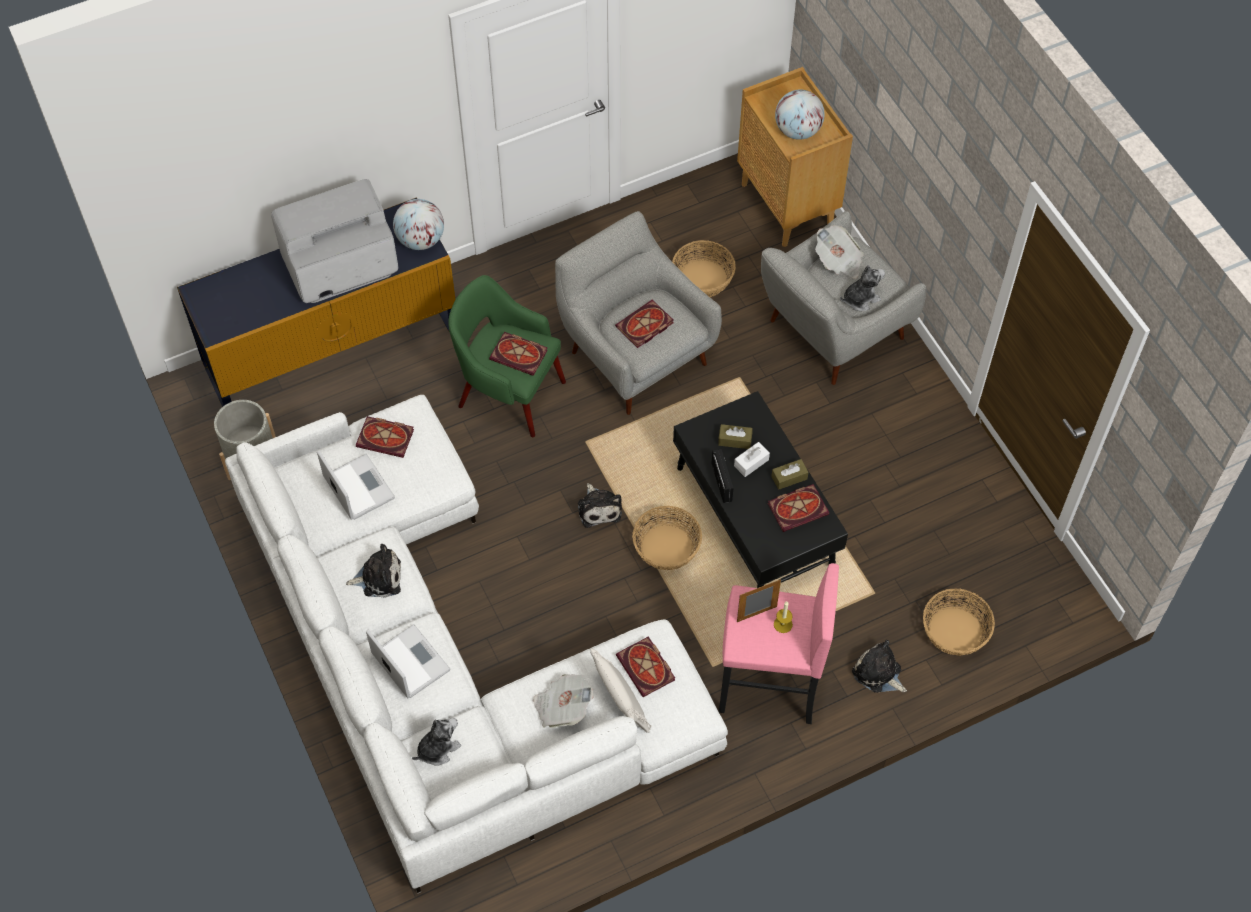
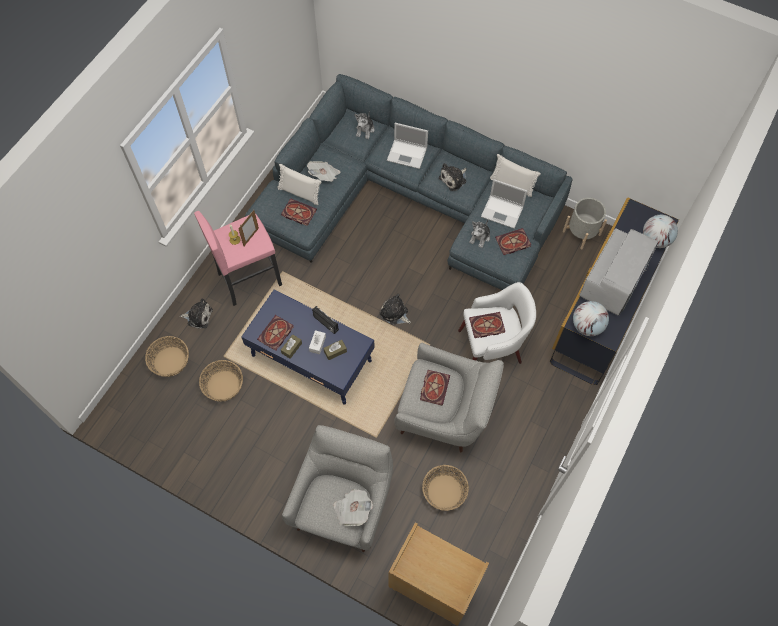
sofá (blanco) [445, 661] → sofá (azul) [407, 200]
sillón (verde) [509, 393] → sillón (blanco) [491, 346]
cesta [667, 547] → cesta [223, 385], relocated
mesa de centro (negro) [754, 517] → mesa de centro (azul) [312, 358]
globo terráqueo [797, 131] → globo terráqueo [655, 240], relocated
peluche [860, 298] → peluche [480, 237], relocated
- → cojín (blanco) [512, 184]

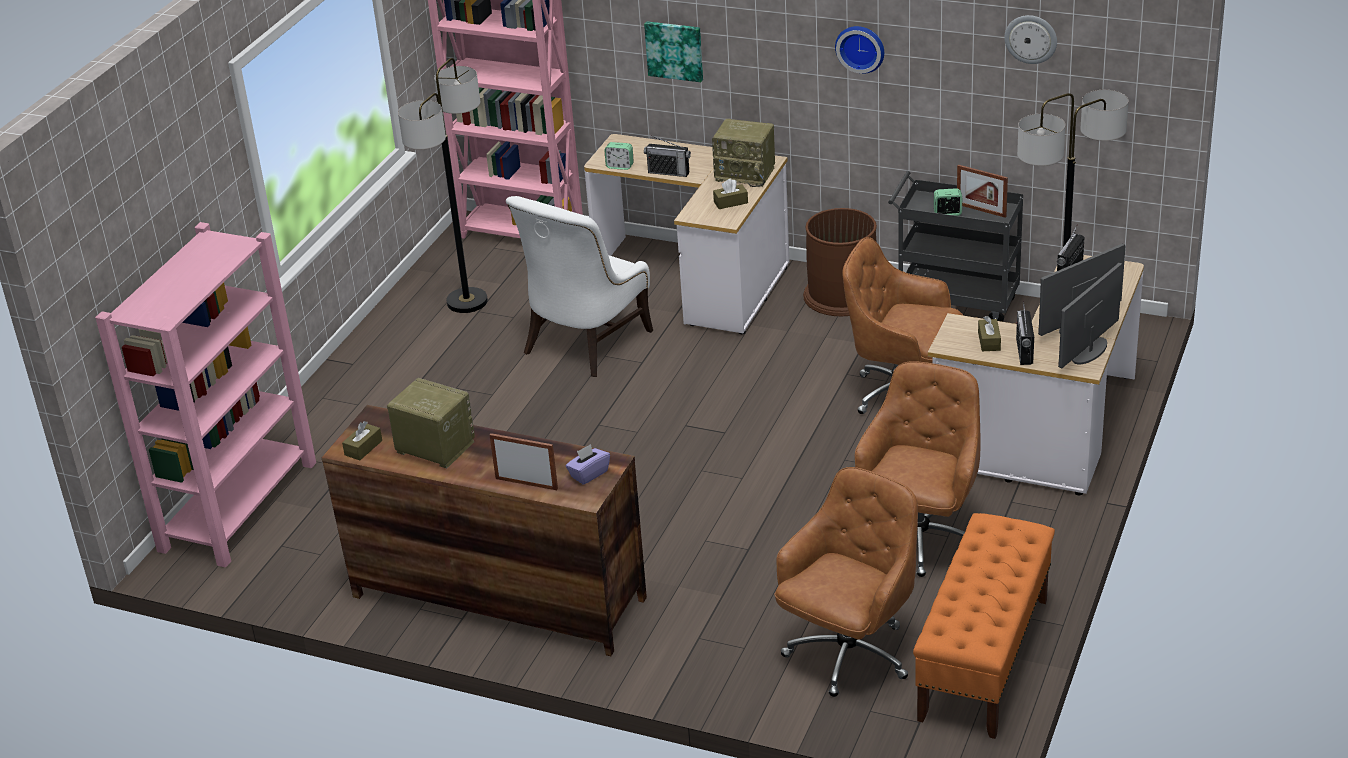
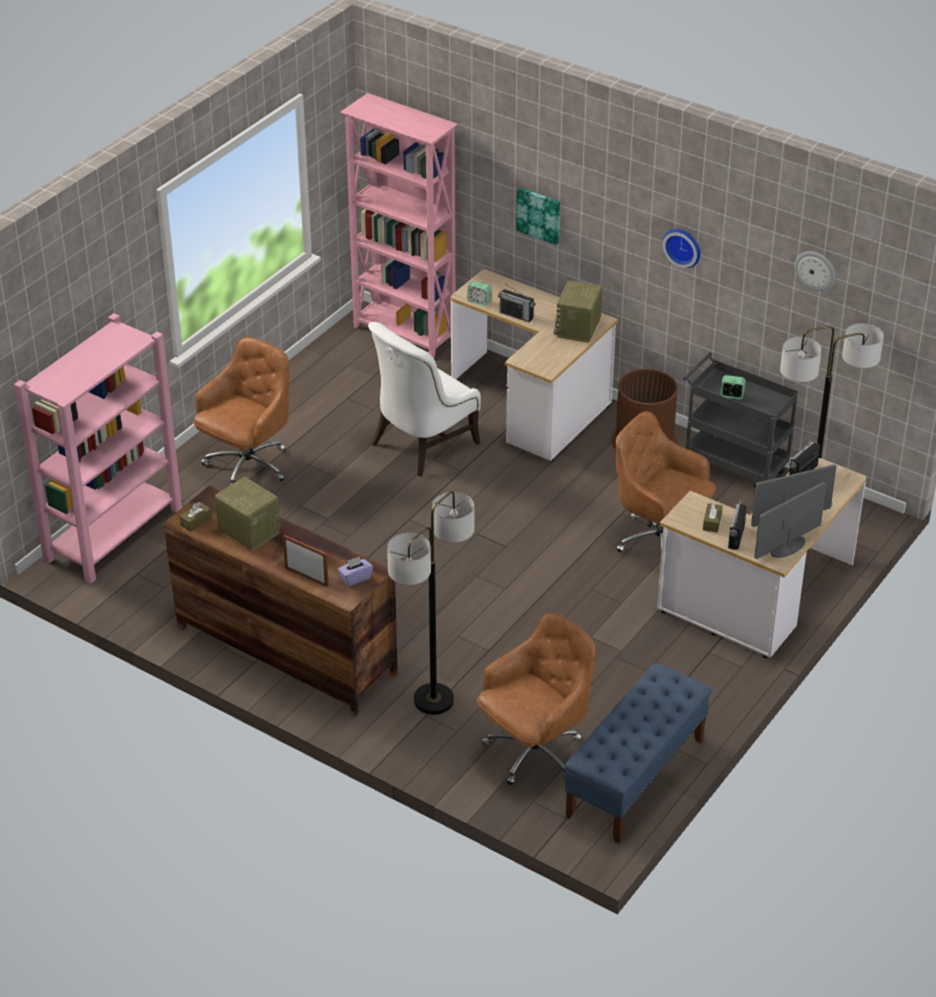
lámpara de pie [467, 302] → lámpara de pie [433, 700], relocated
radio [746, 174] → radio [578, 329], 75 degrees clockwise
caja de pañuelos (marrón) [730, 202] → -
silla de oficina (marrón) [920, 538] → silla de oficina (marrón) [248, 464], relocated
banco (naranja) [984, 659] → banco (azul) [635, 779]
portarretratos [981, 210] → -

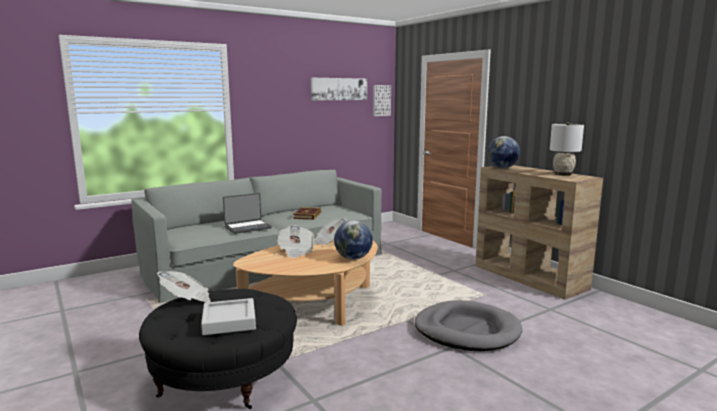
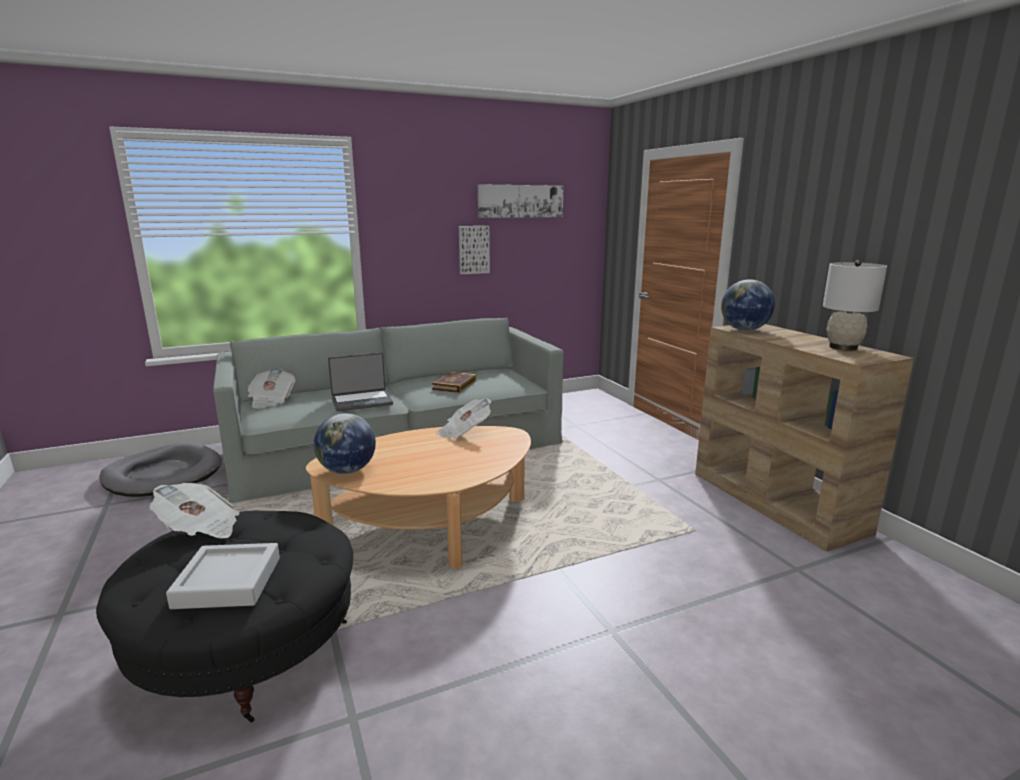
periódico [296, 251] → periódico [271, 400], relocated
globo terráqueo [353, 258] → globo terráqueo [347, 470], relocated
cuadro [381, 100] → cuadro [473, 249], relocated
cama para perro (gris) [467, 330] → cama para perro (gris) [163, 475], relocated

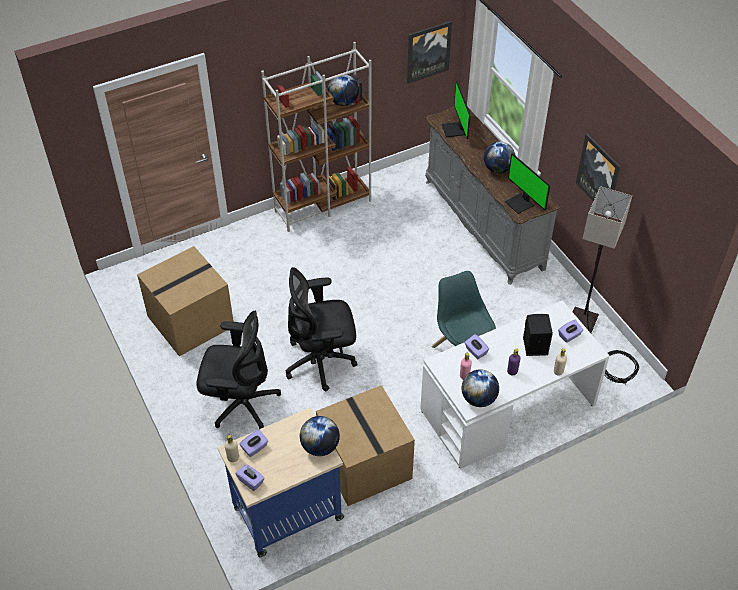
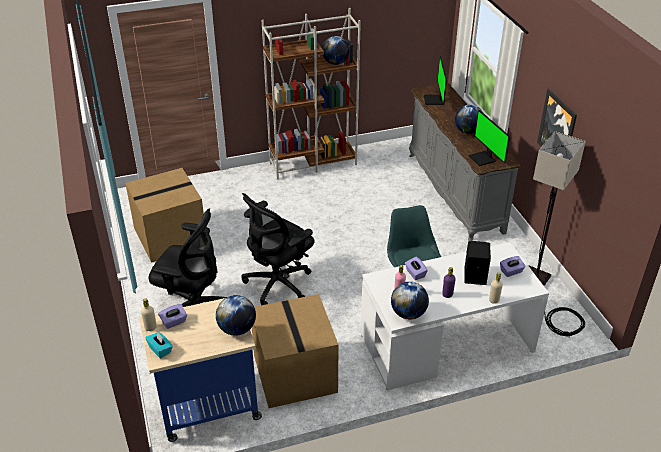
caja de pañuelos (morado) [251, 481] → caja de pañuelos (turquesa) [160, 349]
silla de oficina (negro) [323, 359] → silla de oficina (negro) [280, 281], 45 degrees counterclockwise
cuadro [428, 51] → -

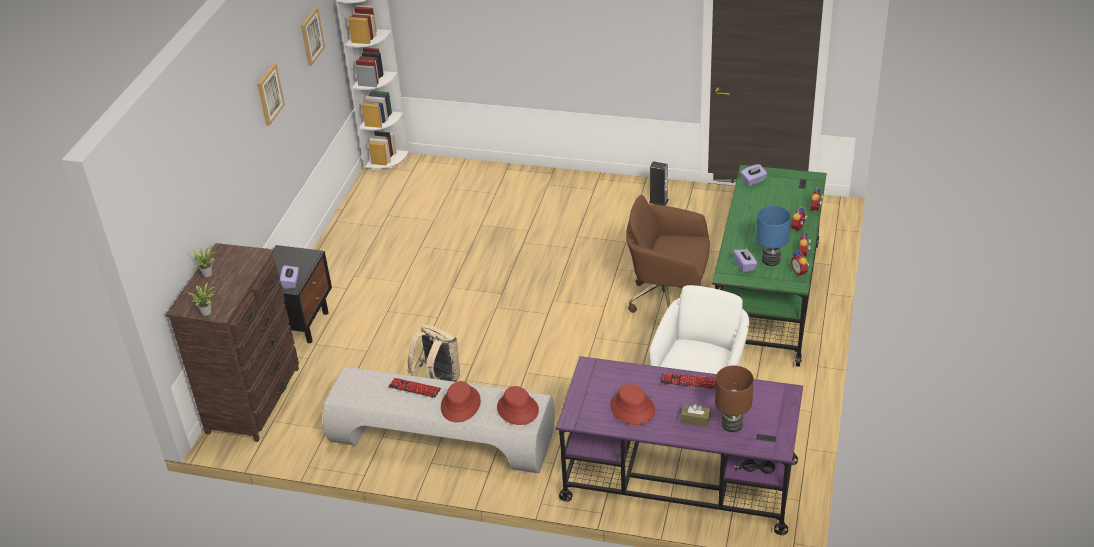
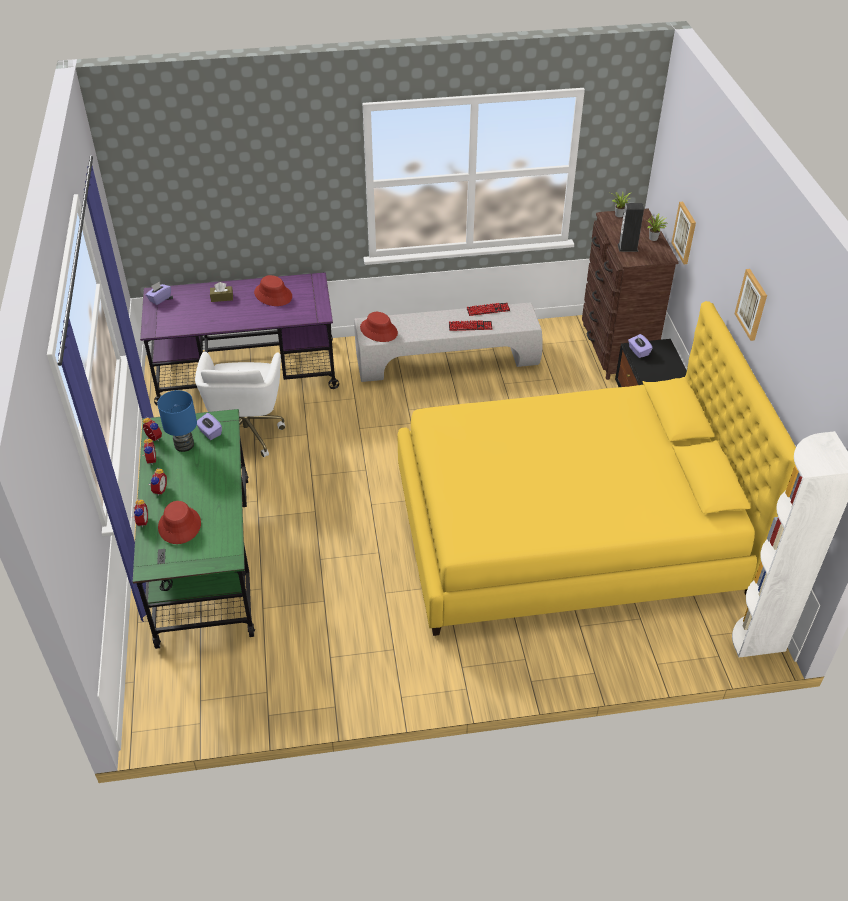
cuadro [311, 36] → cuadro [685, 232], relocated
mochila (beis) [439, 379] → -
sombrero (rojo) [461, 404] → sombrero (rojo) [179, 525], relocated
silla de oficina (marrón) [668, 301] → -
altavoz [658, 201] → altavoz [627, 248], relocated
teclado [688, 382] → teclado [488, 310], relocated
lámpara de mesa (marrón) [732, 424] → -
caja de pañuelos (morado) [753, 181] → caja de pañuelos (morado) [159, 299], relocated
- → cama (amarillo) [568, 530]

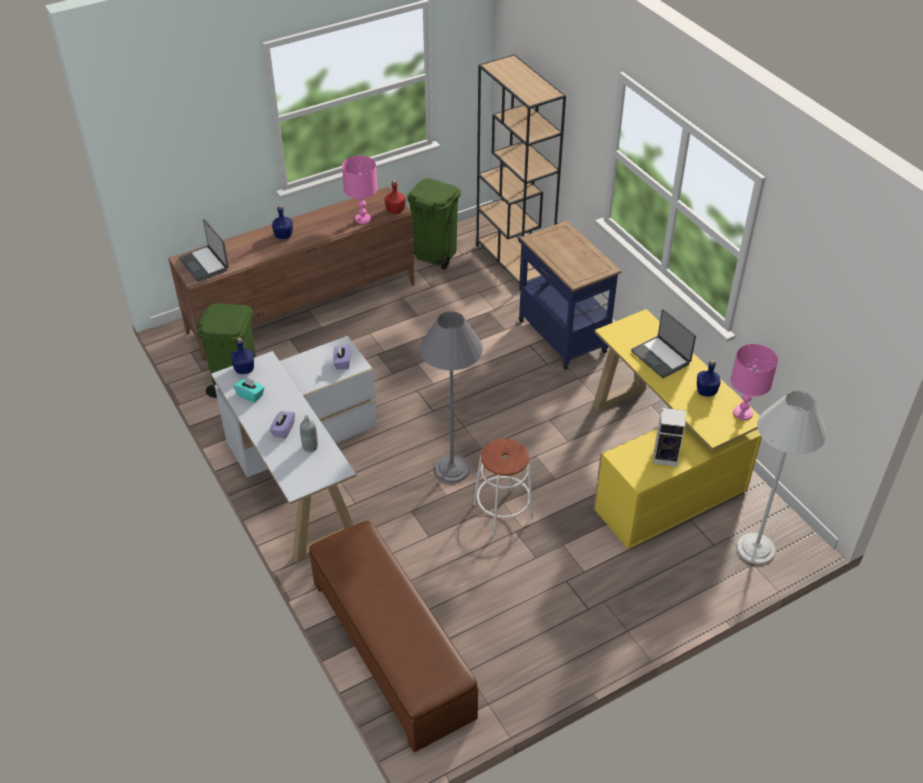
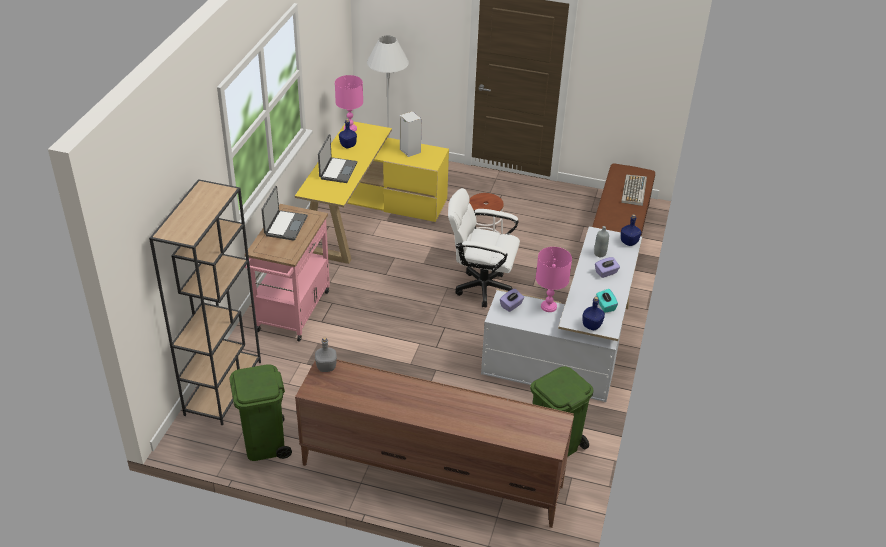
portátil [205, 264] → portátil [285, 226], relocated
botella (azul) [284, 236] → botella (azul) [629, 242], relocated
lámpara de mesa (rosa) [362, 219] → lámpara de mesa (rosa) [549, 306], relocated
botella (rojo) [395, 210] → botella (gris) [326, 367]
lámpara de pie (gris) [452, 469] → silla de oficina (blanco) [480, 289]
carrito (azul) [560, 335] → carrito (rosa) [292, 313]
- → teclado [634, 191]

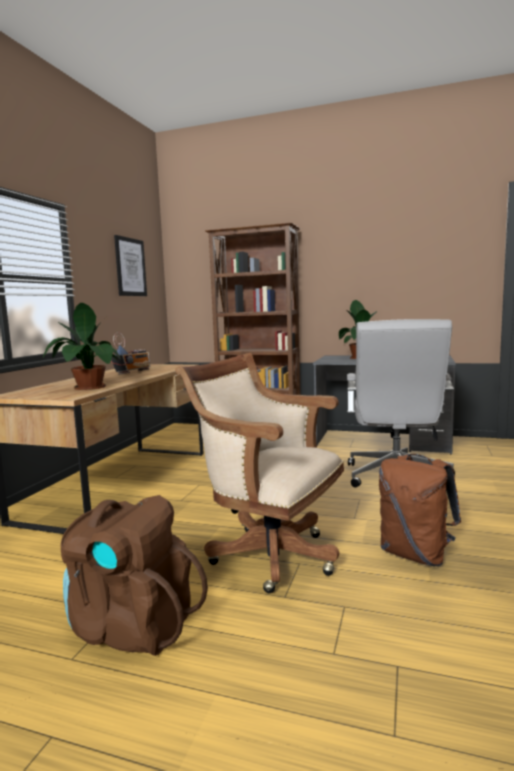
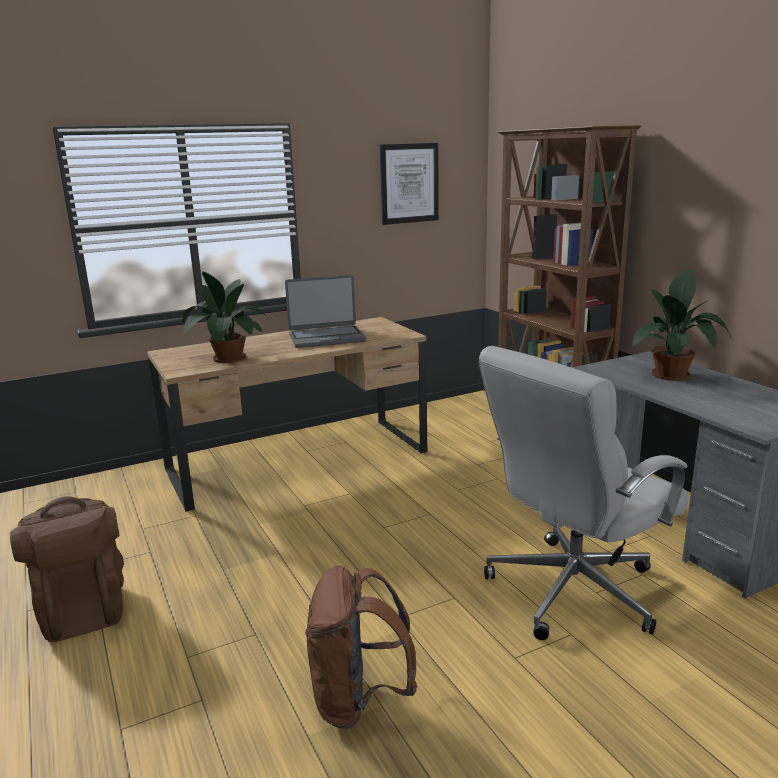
radio [133, 372] → portátil [326, 338]
silla de oficina [268, 556] → -

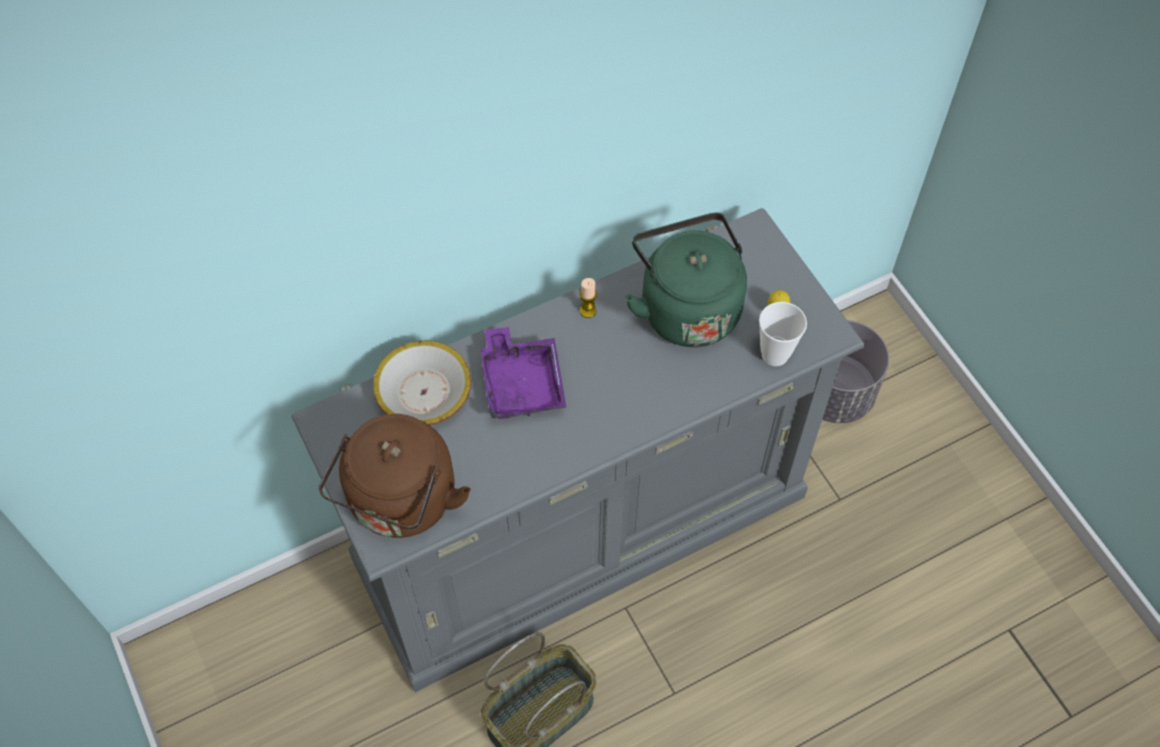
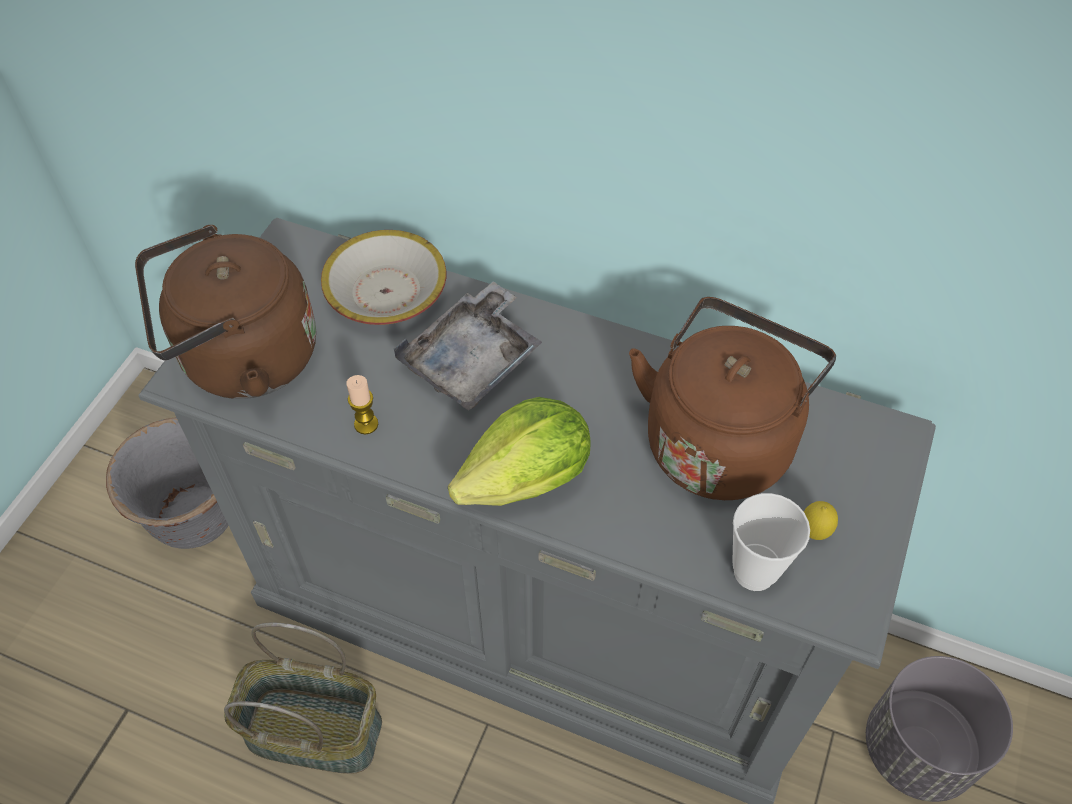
bandeja (morado) [522, 383] → bandeja (gris) [473, 361]
vela [588, 311] → vela [366, 424], relocated
hervidor (verde) [686, 307] → hervidor (marrón) [720, 439]
- → maceta (gris) [197, 519]
- → lechuga [527, 480]

